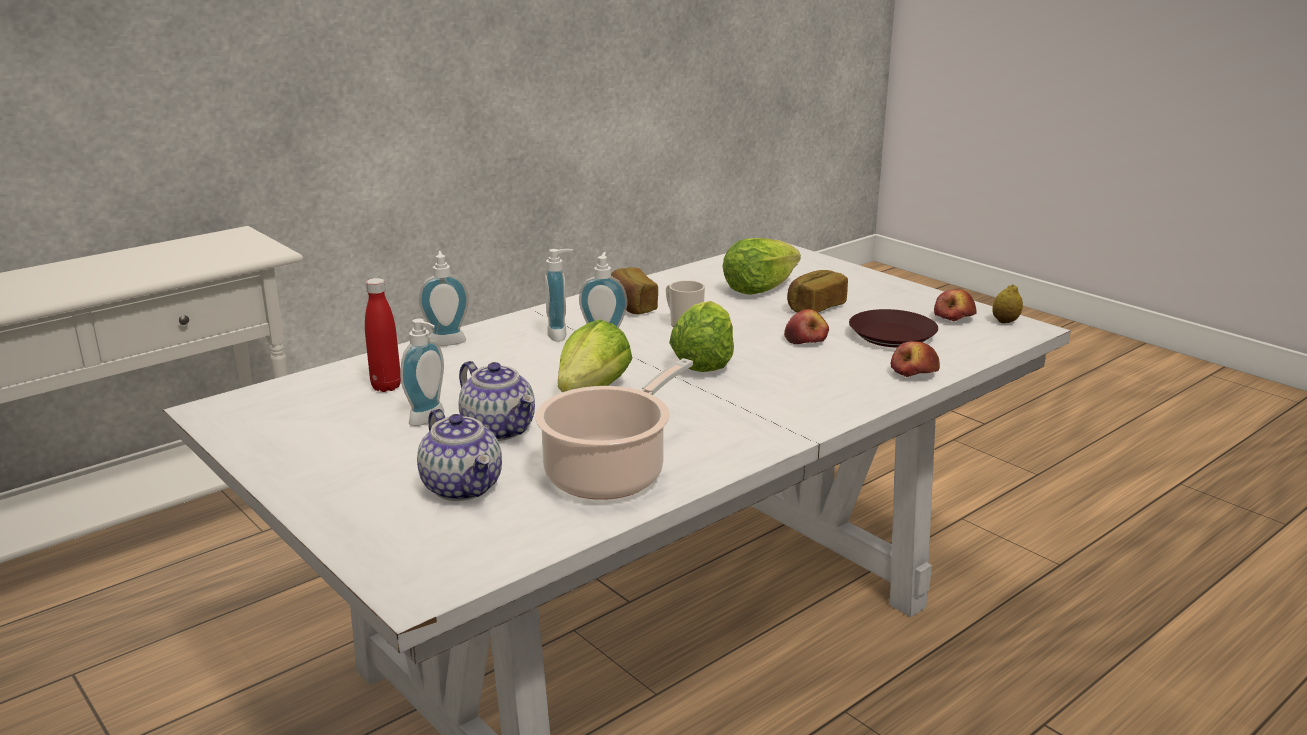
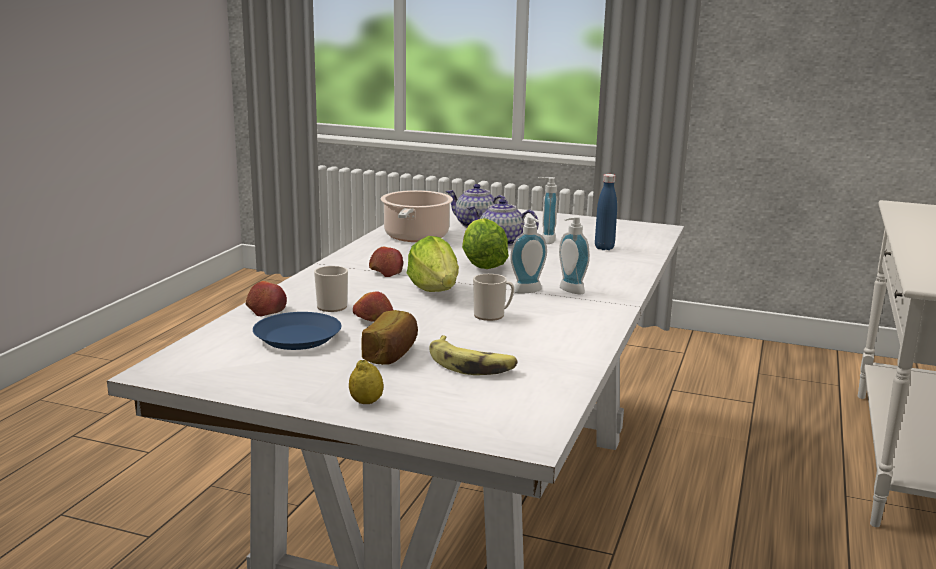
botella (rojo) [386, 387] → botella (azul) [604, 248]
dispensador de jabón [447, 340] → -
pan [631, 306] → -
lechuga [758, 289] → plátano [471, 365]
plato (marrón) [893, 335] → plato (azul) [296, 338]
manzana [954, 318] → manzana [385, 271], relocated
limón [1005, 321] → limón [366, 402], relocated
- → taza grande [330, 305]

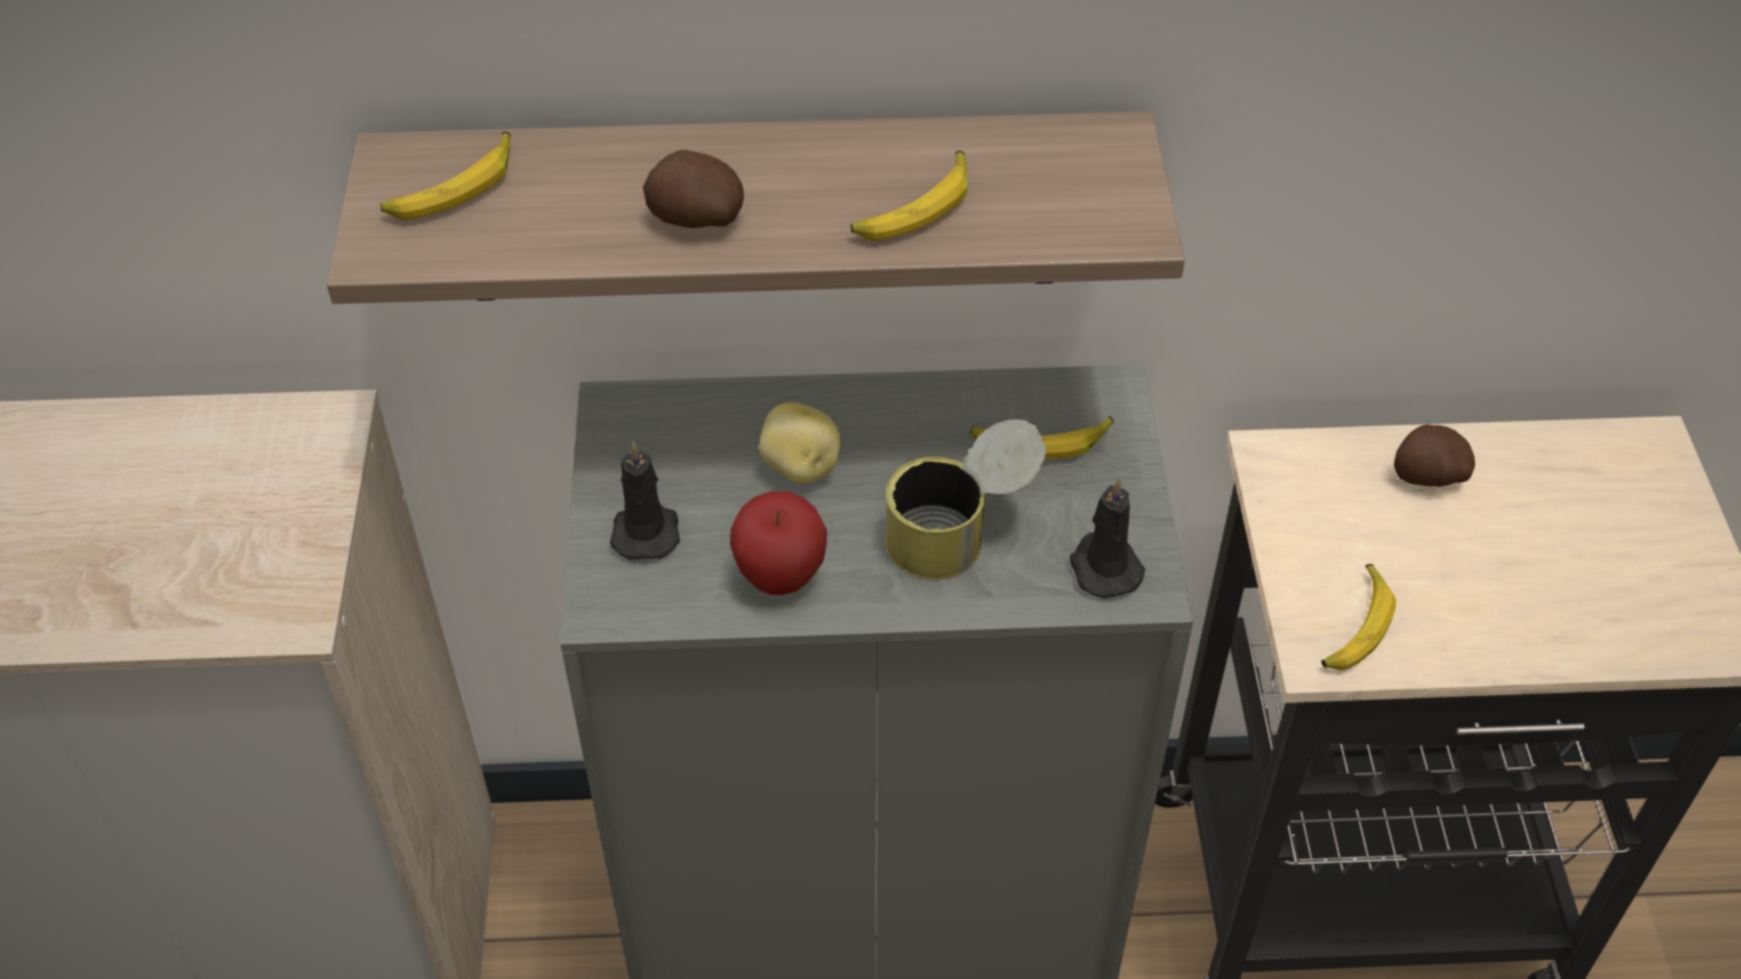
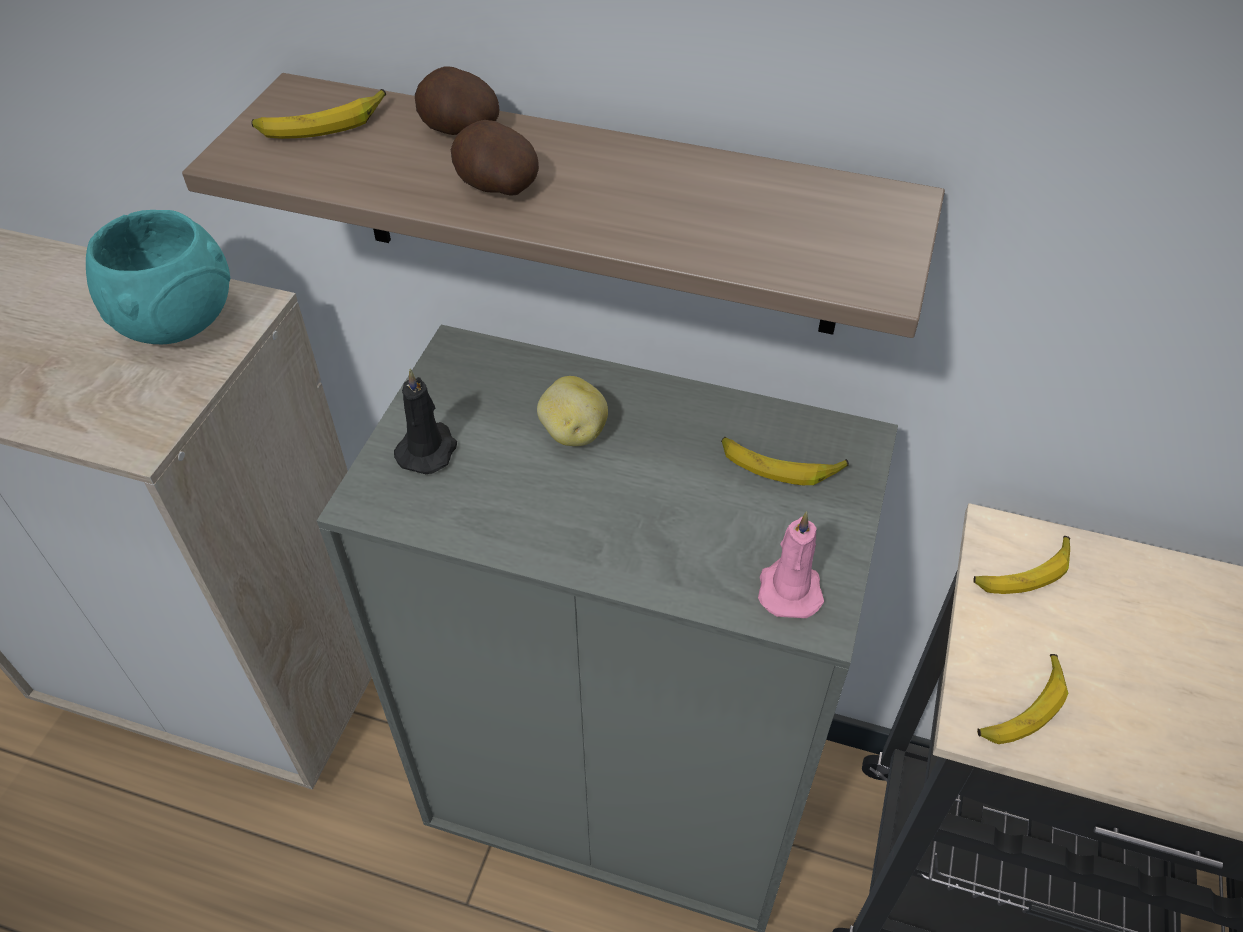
manzana [780, 577] → -
plátano [915, 209] → plátano [1023, 572], relocated
lata [962, 533] → -
vela (negro) [1103, 566] → vela (rosa) [789, 588]
patata [1427, 476] → patata [459, 131], relocated
- → cuenco (turquesa) [176, 323]

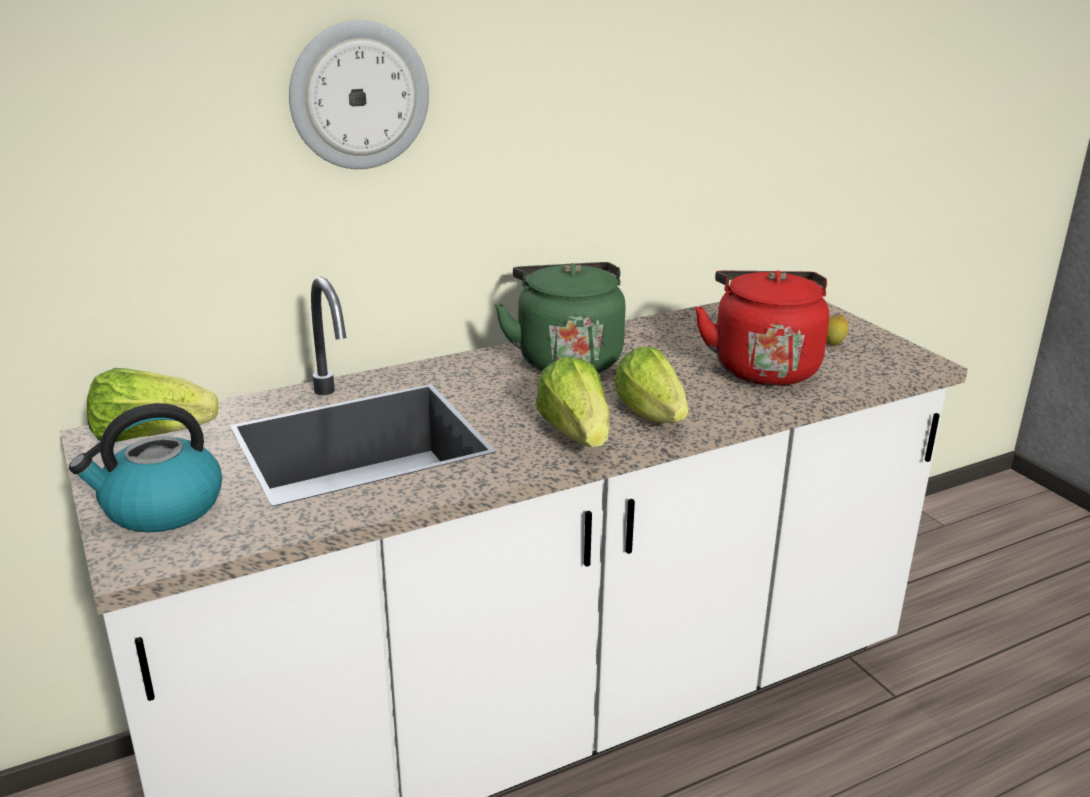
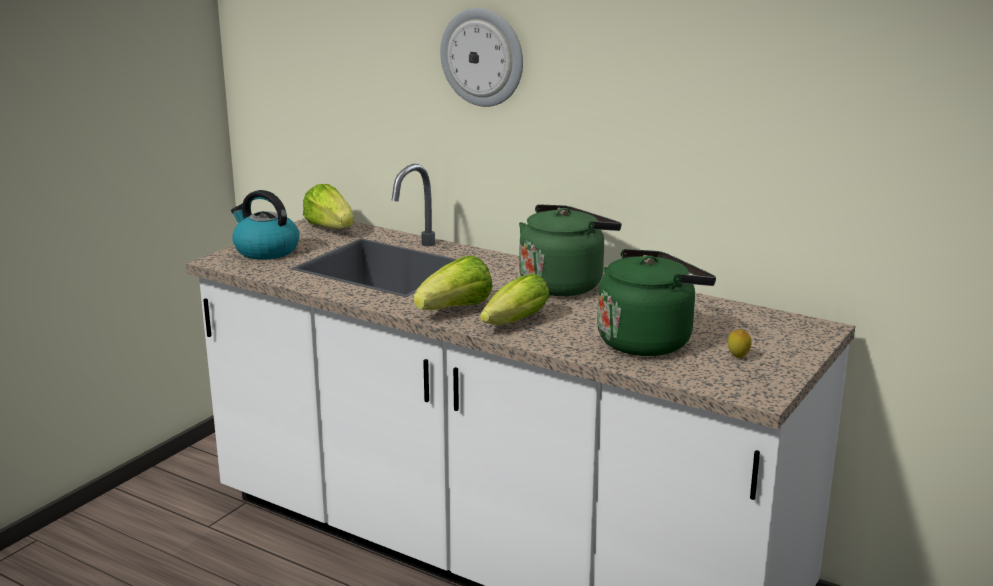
hervidor (rojo) [763, 367] → hervidor (verde) [648, 341]

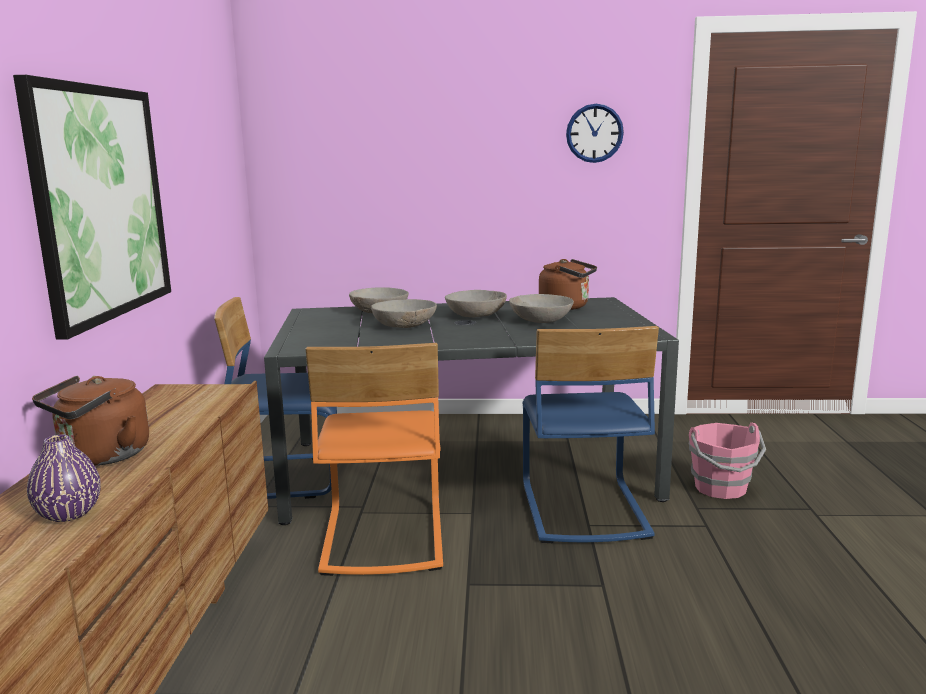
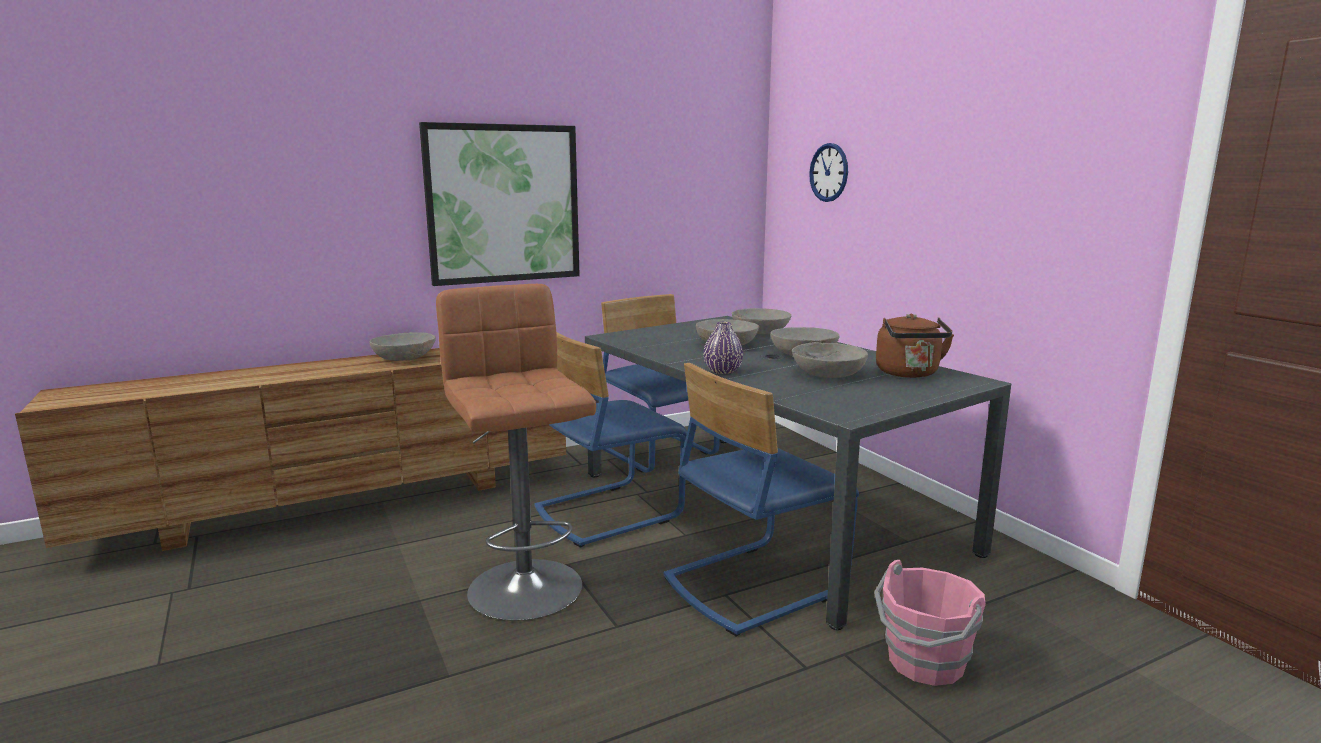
florero (morado) [68, 514] → florero (morado) [722, 371], relocated
hervidor (marrón) [101, 457] → cuenco (gris) [405, 358]
silla (naranja) [382, 537] → silla (azul) [607, 512]
reloj de pared [594, 133] → reloj de pared [829, 172], relocated
- → taburete (marrón) [526, 588]

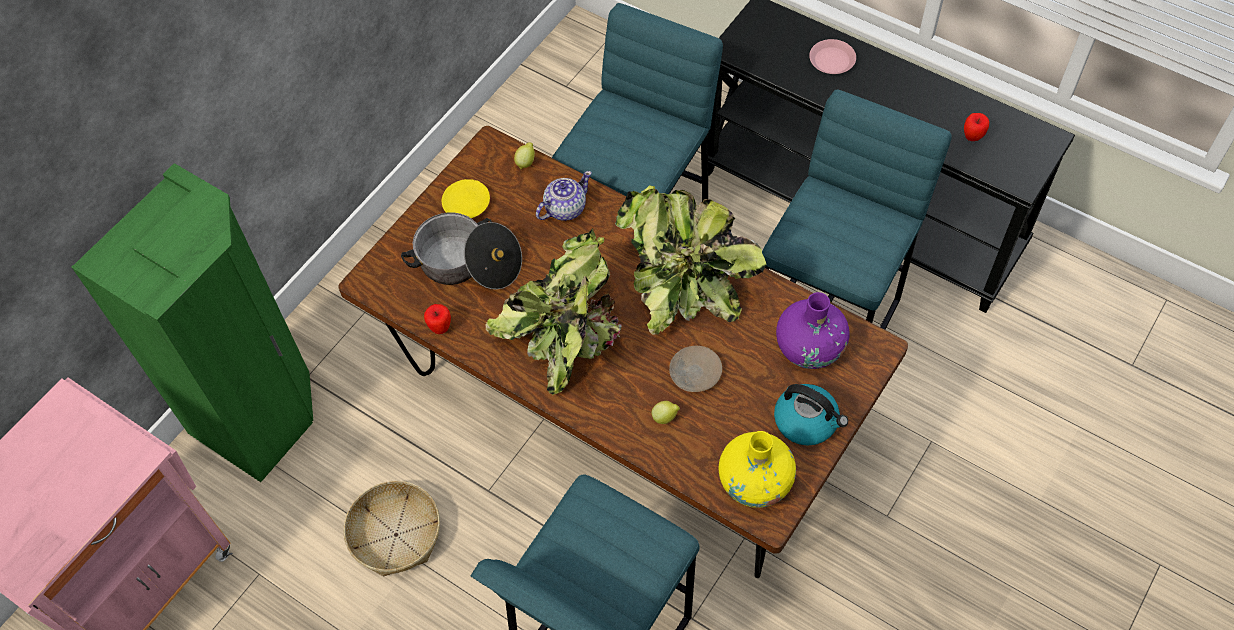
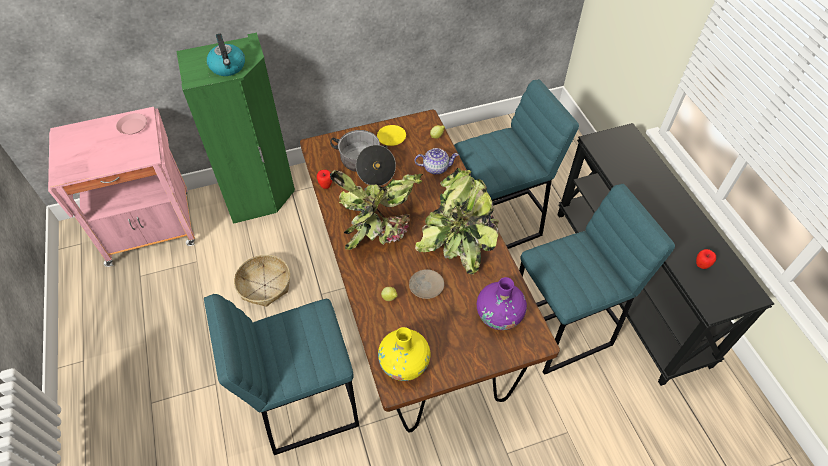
hervidor [807, 421] → hervidor [228, 67], relocated
plato (rosa) [832, 60] → plato (rosa) [133, 126], relocated

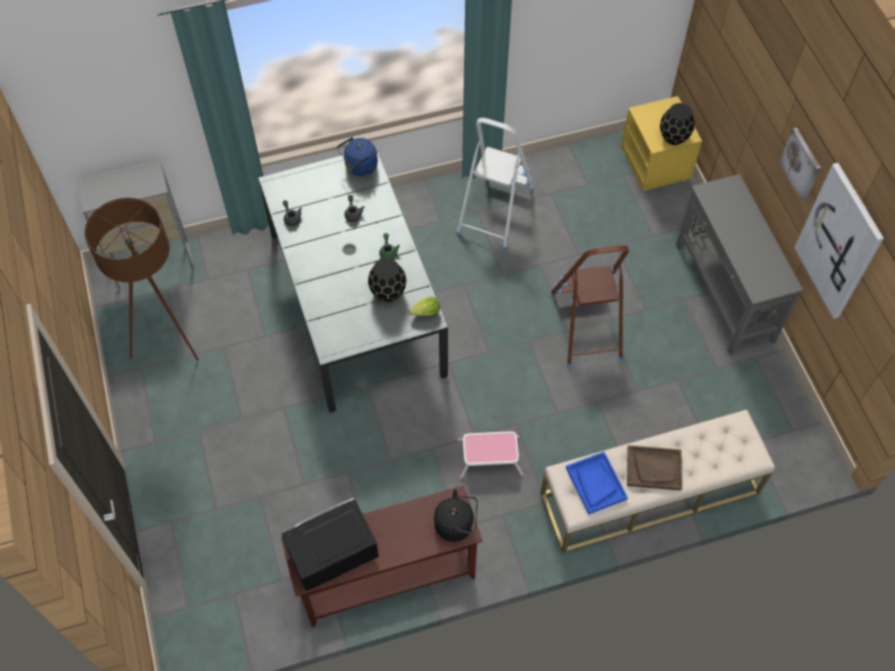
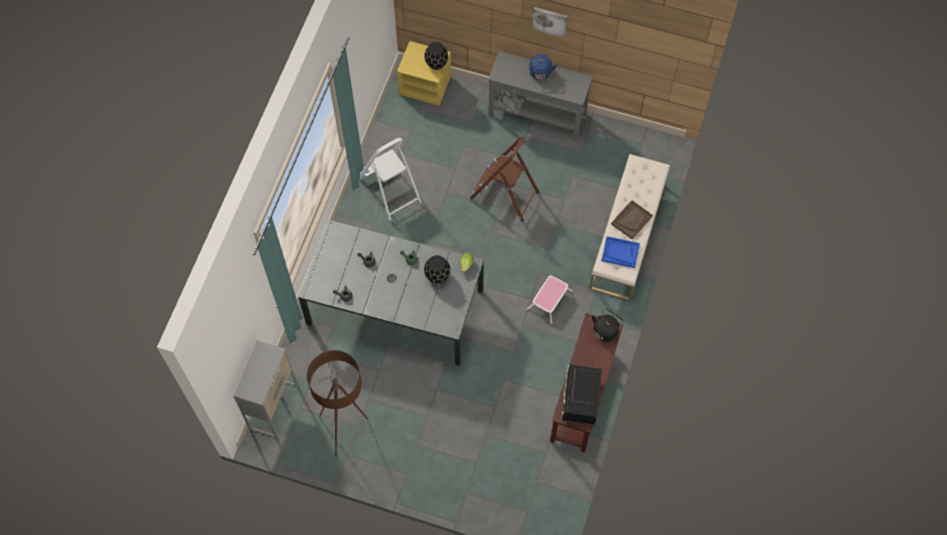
hervidor (azul) [359, 167] → hervidor (azul) [540, 74], relocated
cuadro [839, 242] → -

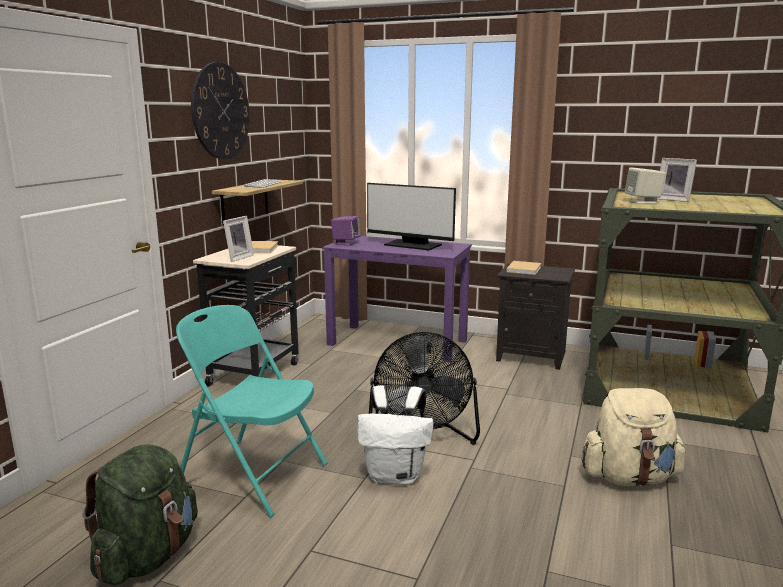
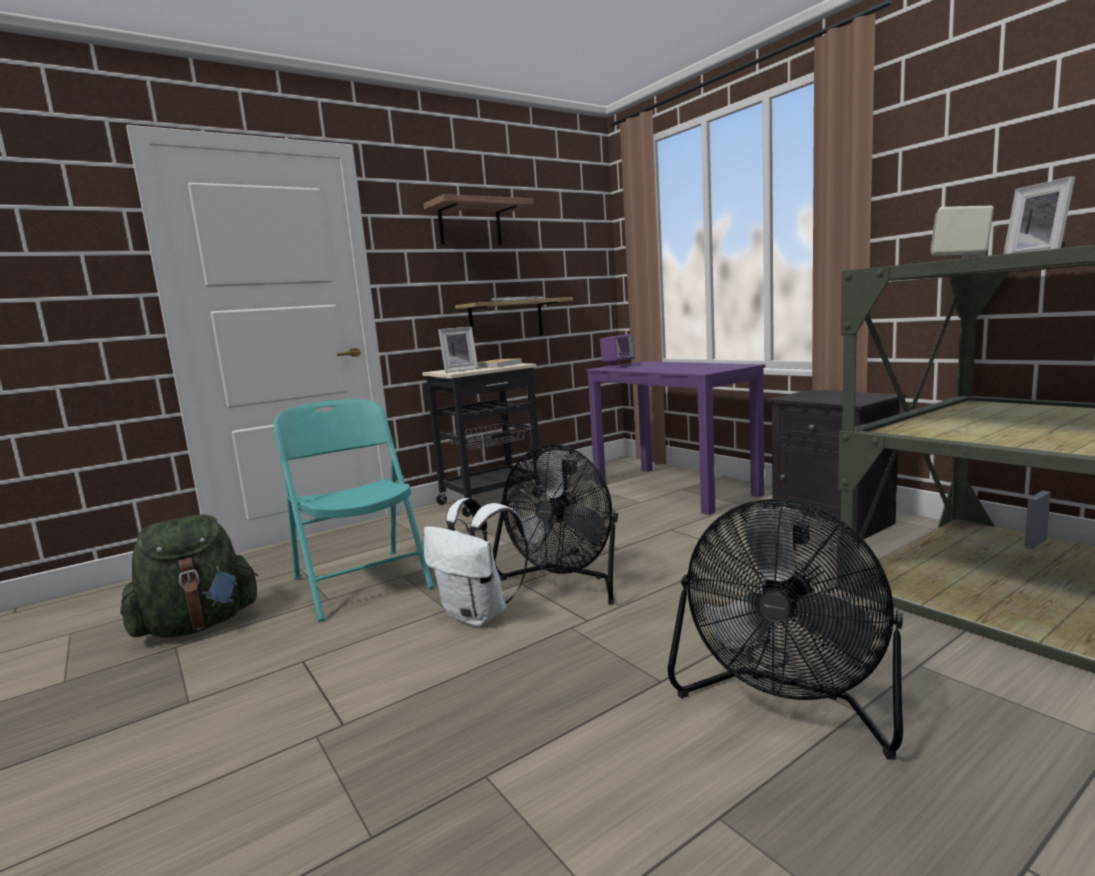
reloj de pared [220, 111] → estante [470, 225]
monitor [412, 245] → -
libro (beis) [524, 269] → -
mochila (beis) [629, 477] → ventilador (negro) [779, 699]

